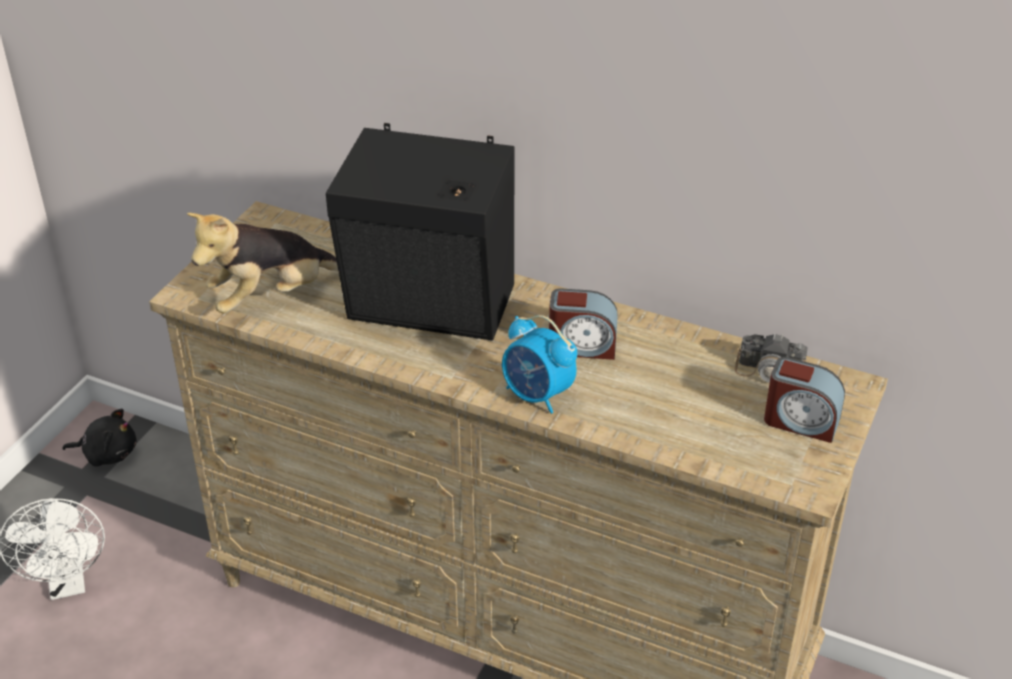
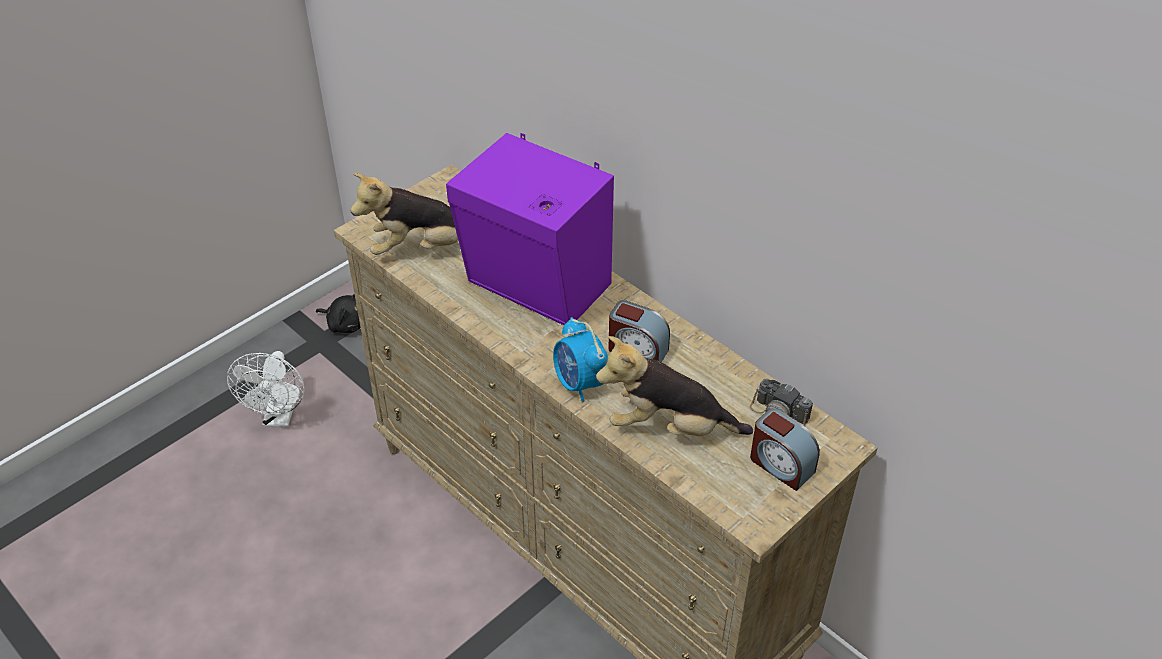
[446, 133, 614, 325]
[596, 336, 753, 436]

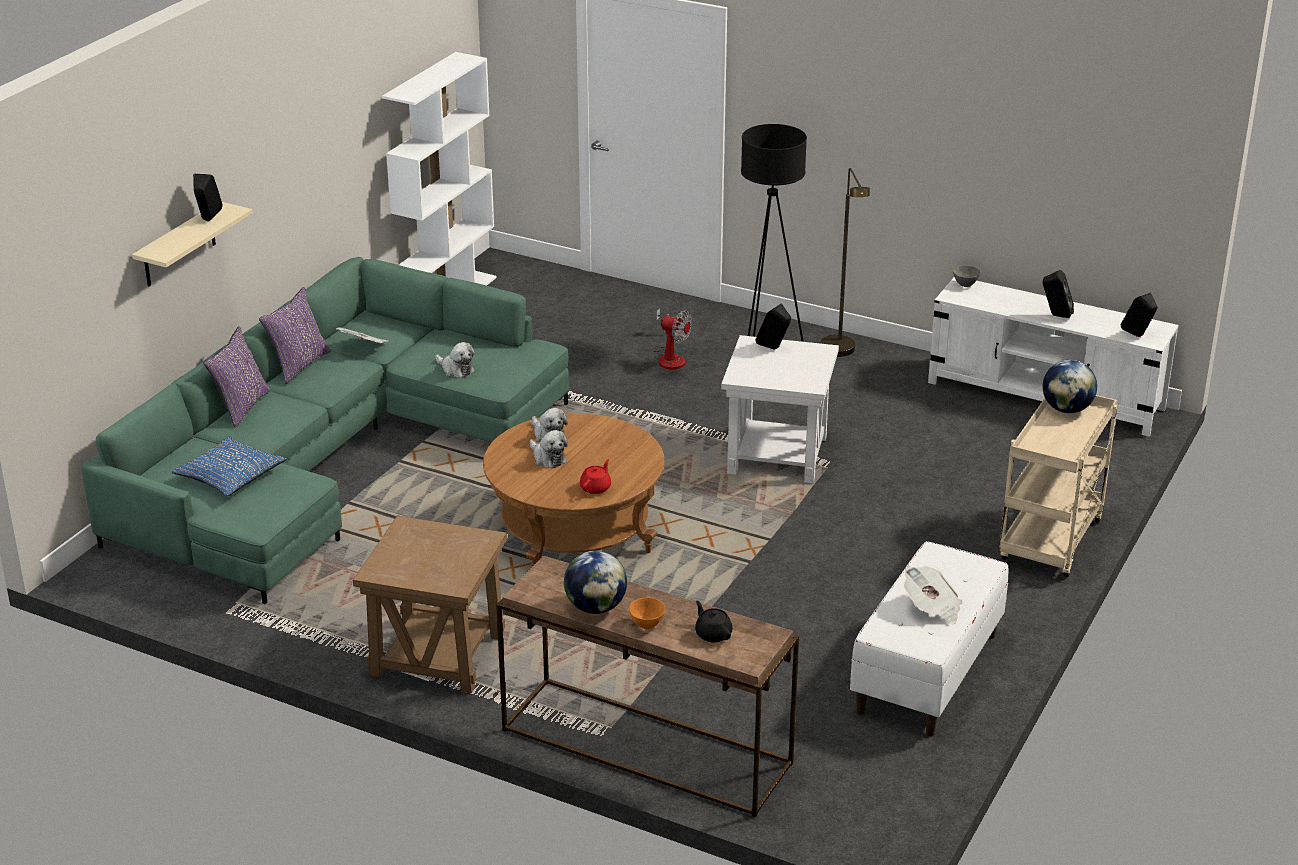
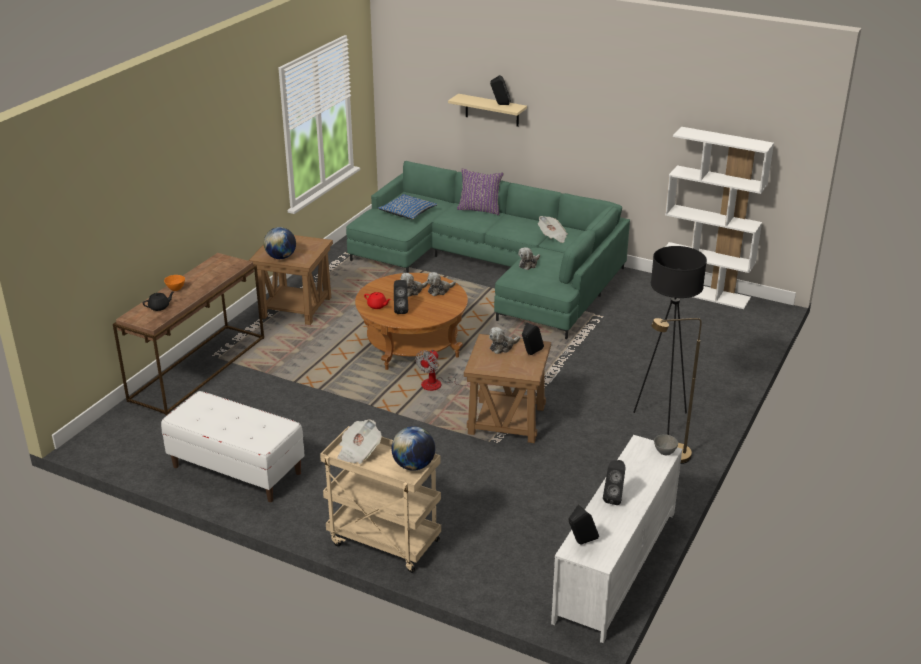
[259, 287, 331, 384] (first image)
[416, 350, 467, 391]
[464, 334, 551, 443]
[264, 227, 296, 259]
[337, 420, 382, 464]
[394, 280, 408, 314]
[489, 327, 520, 354]

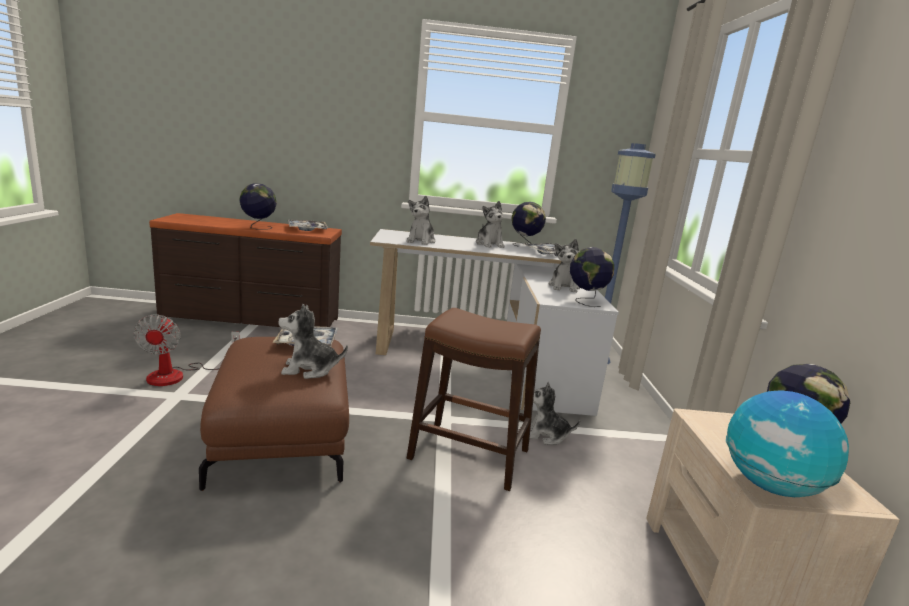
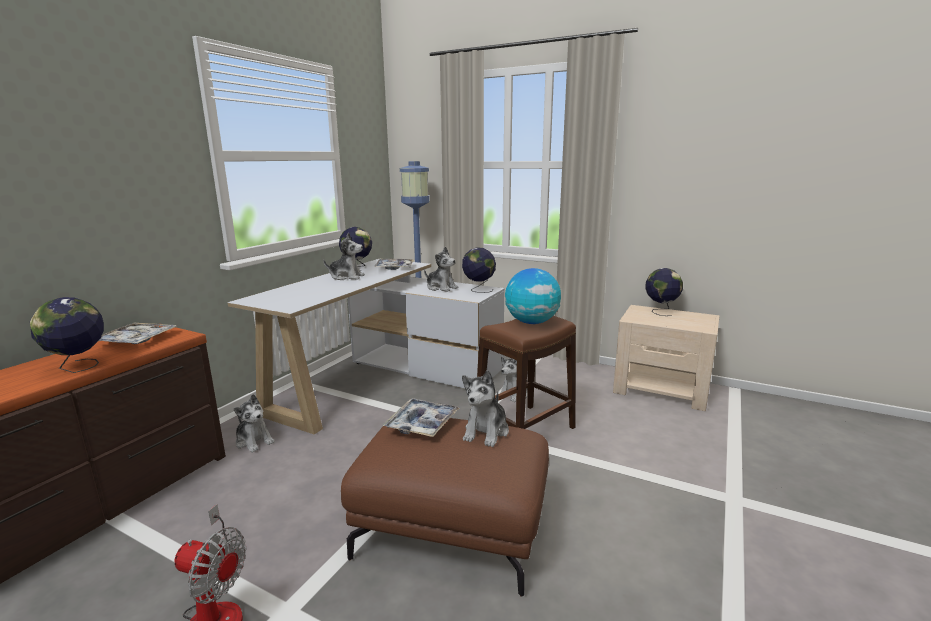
[234, 394, 275, 453]
[505, 268, 561, 324]

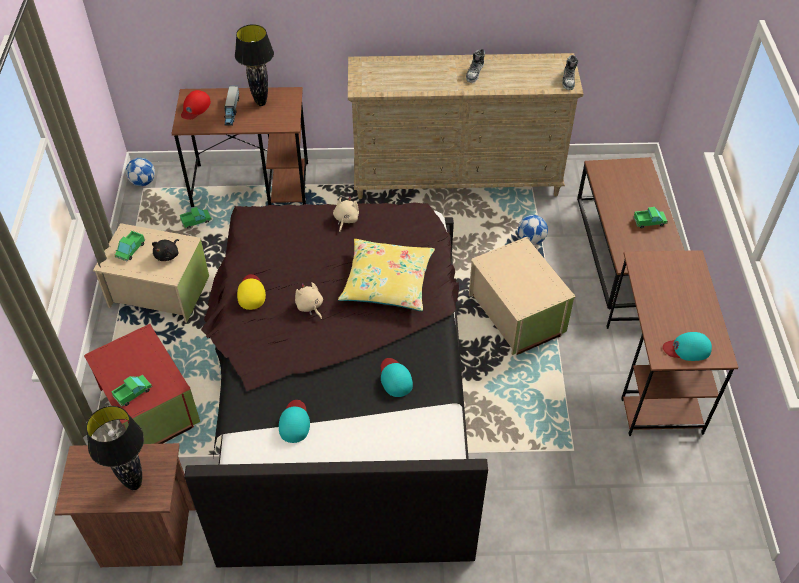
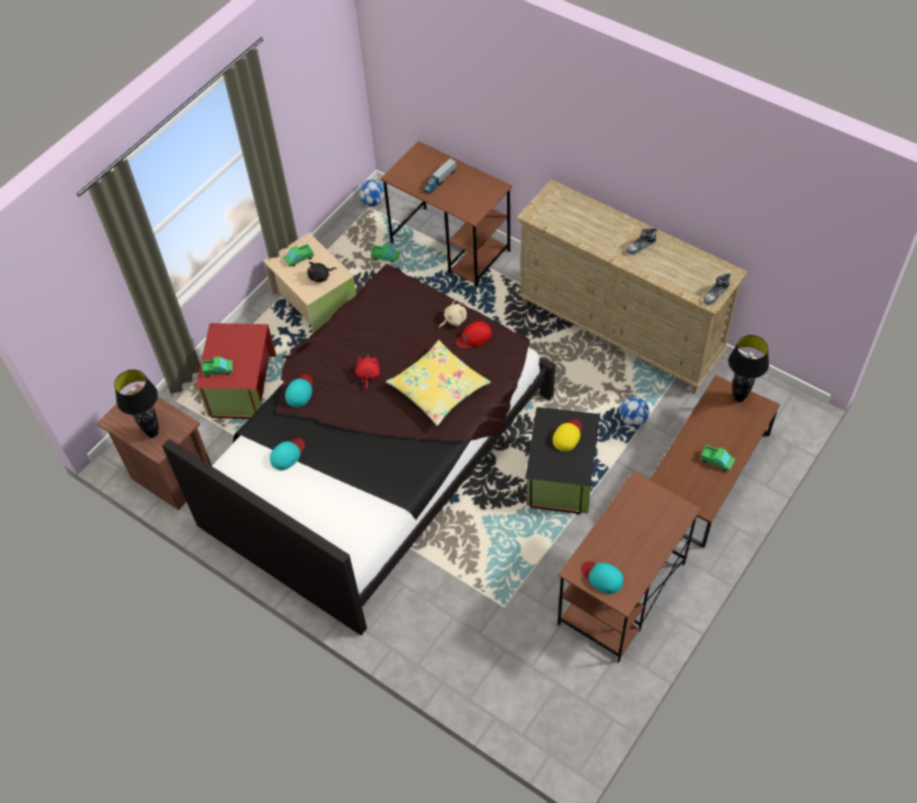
[728, 335, 769, 402]
[455, 321, 492, 348]
[525, 407, 599, 514]
[553, 419, 582, 451]
[355, 354, 380, 390]
[285, 374, 313, 407]

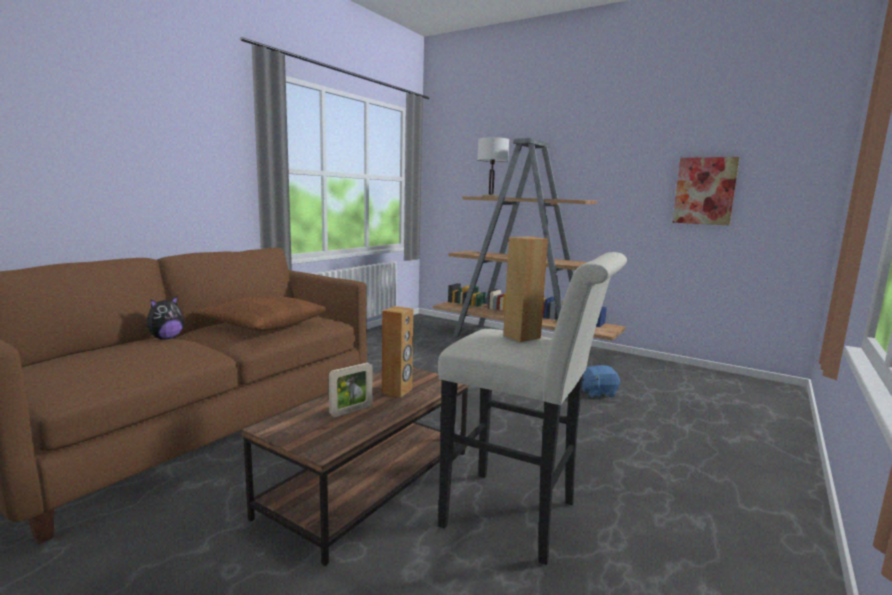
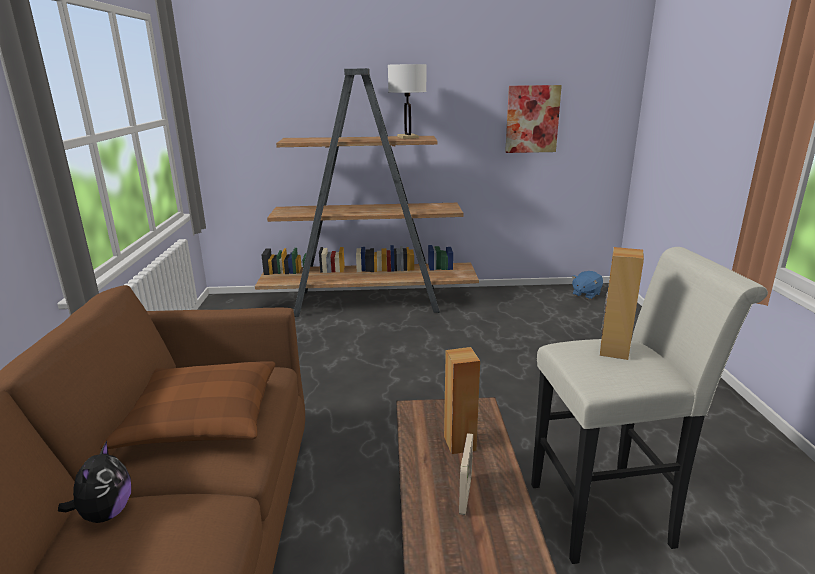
[388, 64, 426, 139]
[572, 271, 603, 299]

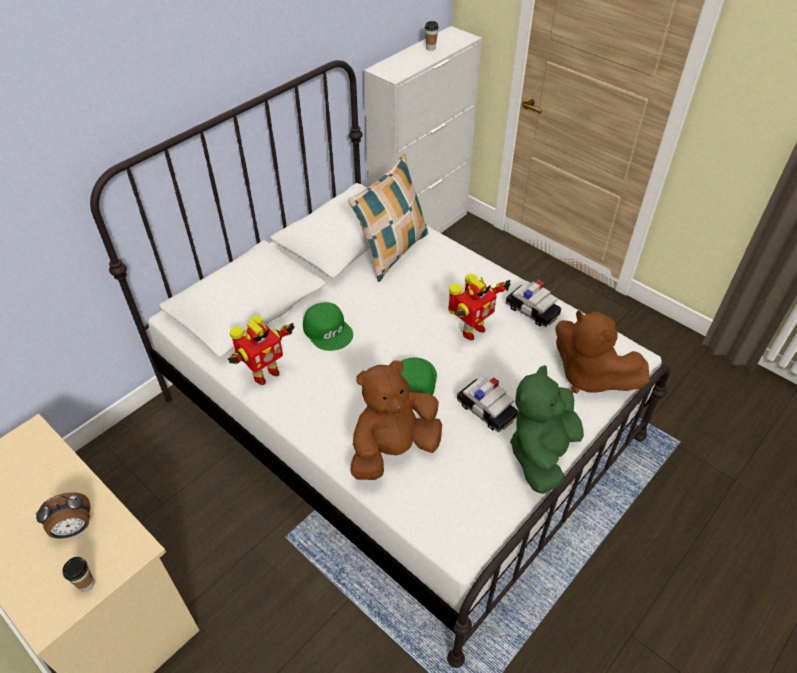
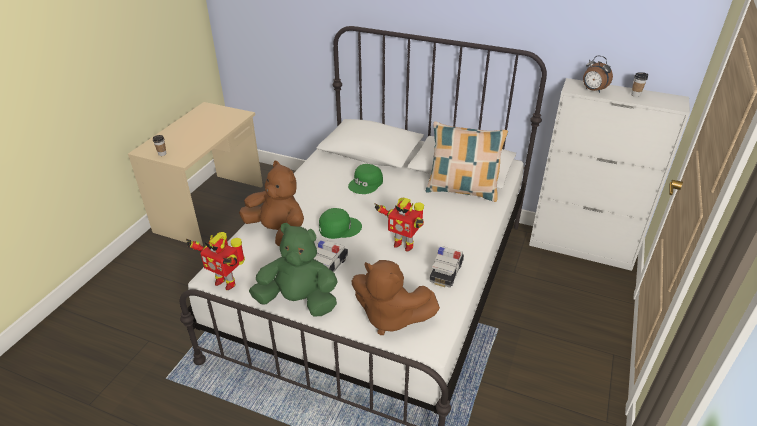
[352, 260, 440, 335]
[186, 232, 245, 290]
[583, 55, 613, 93]

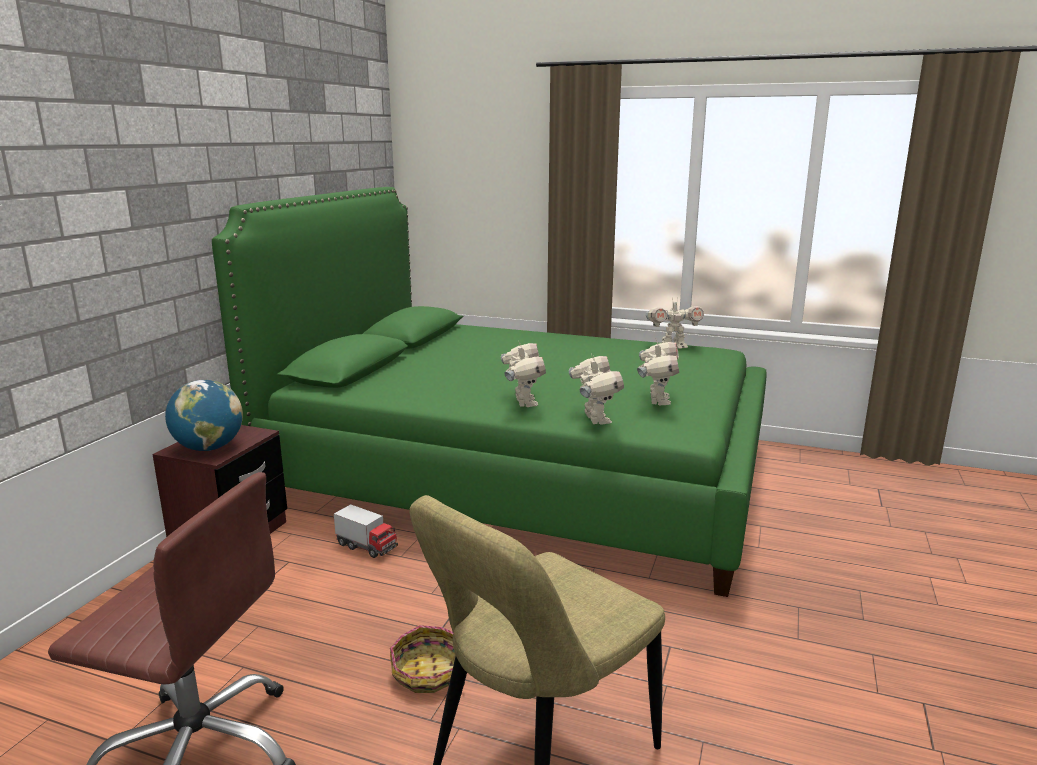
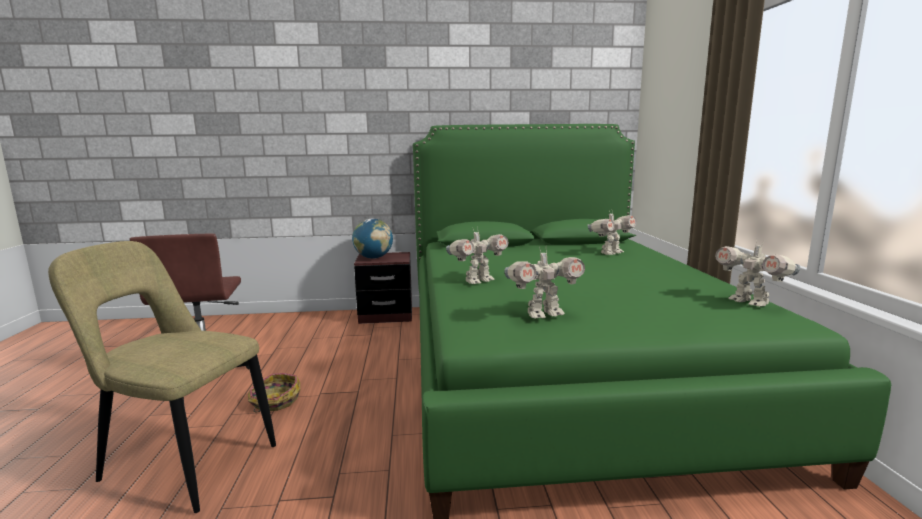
[588, 211, 637, 255]
[334, 504, 398, 558] (first image)

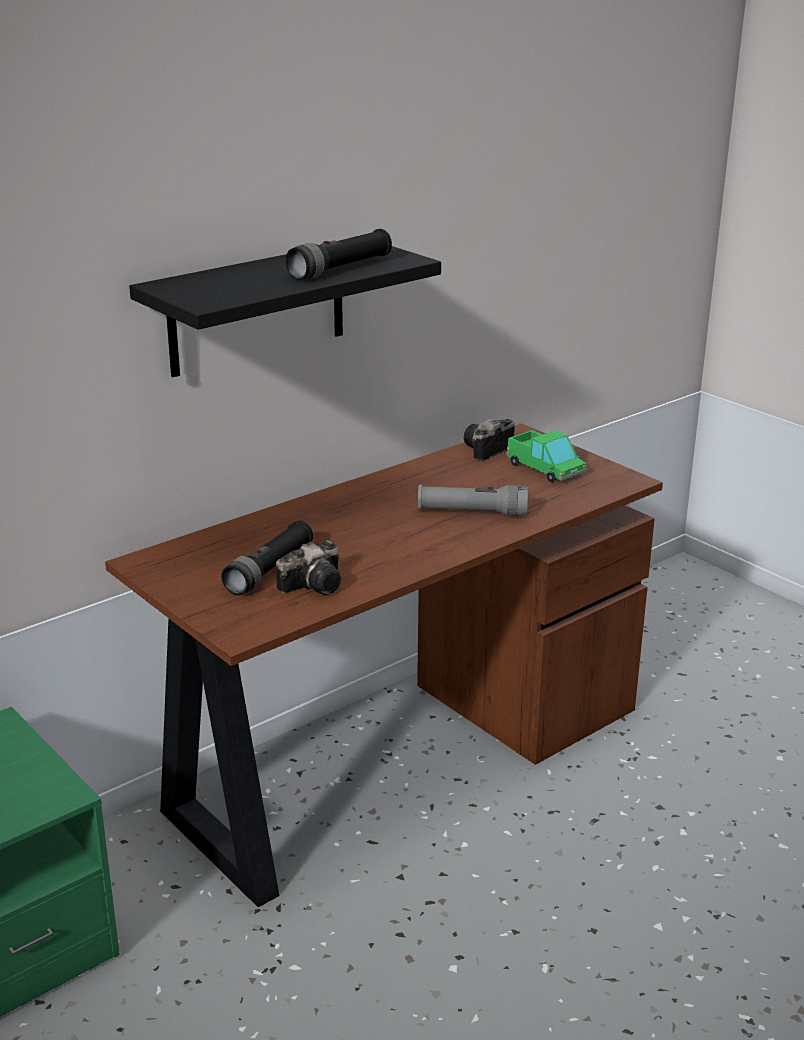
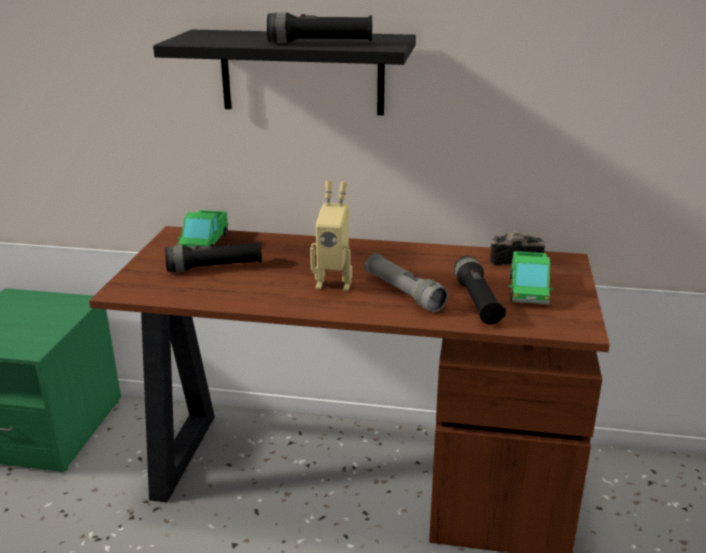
[276, 540, 341, 595] (first image)
[310, 181, 352, 291]
[177, 210, 229, 248]
[454, 256, 506, 325]

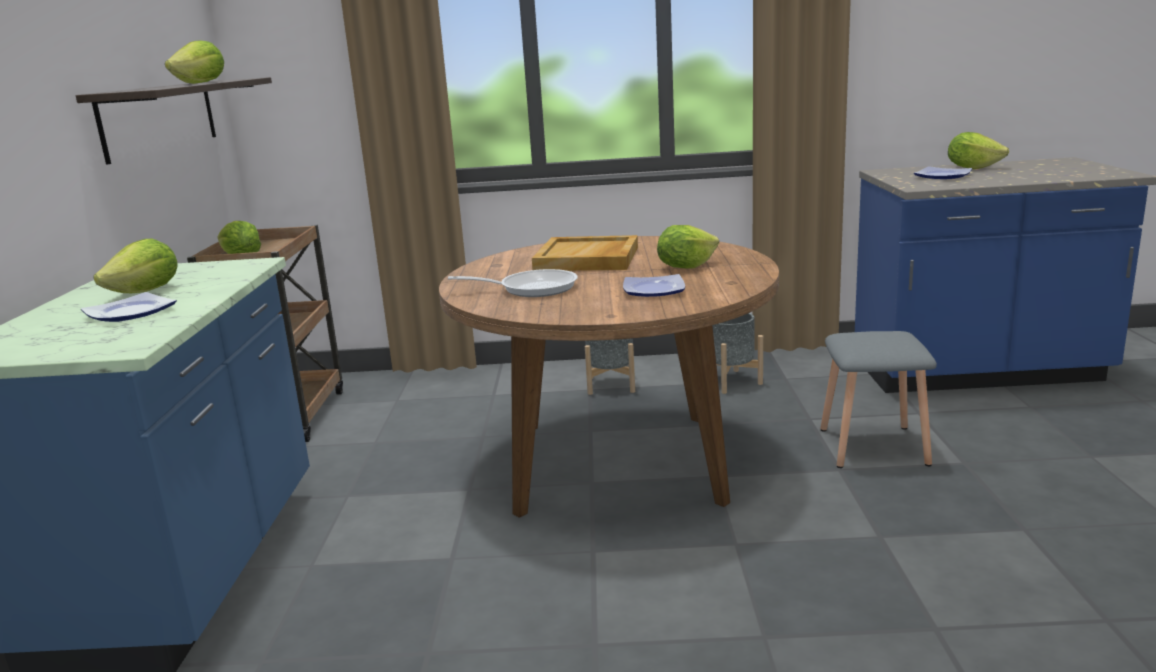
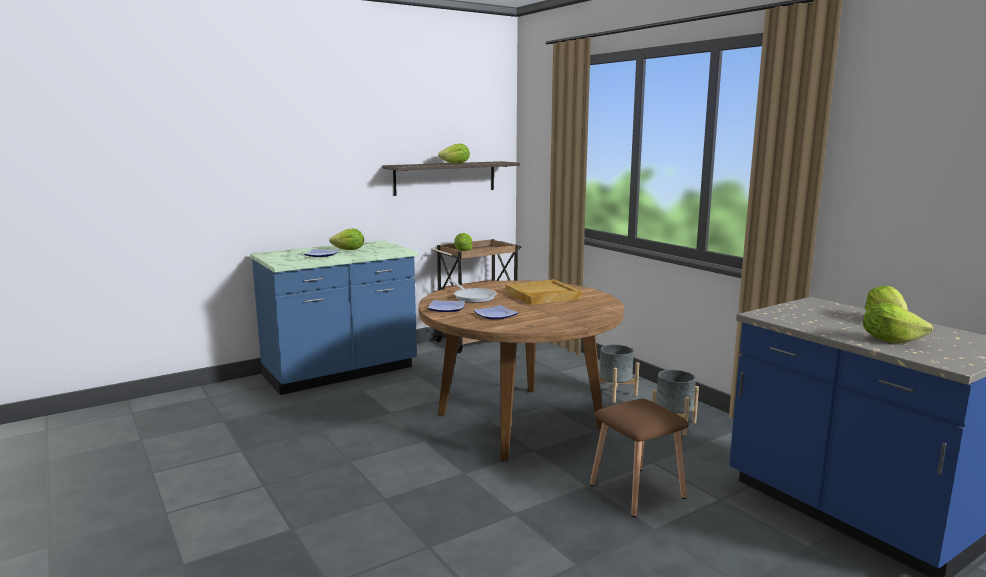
[428, 300, 465, 312]
[863, 303, 933, 343]
[590, 399, 689, 517]

